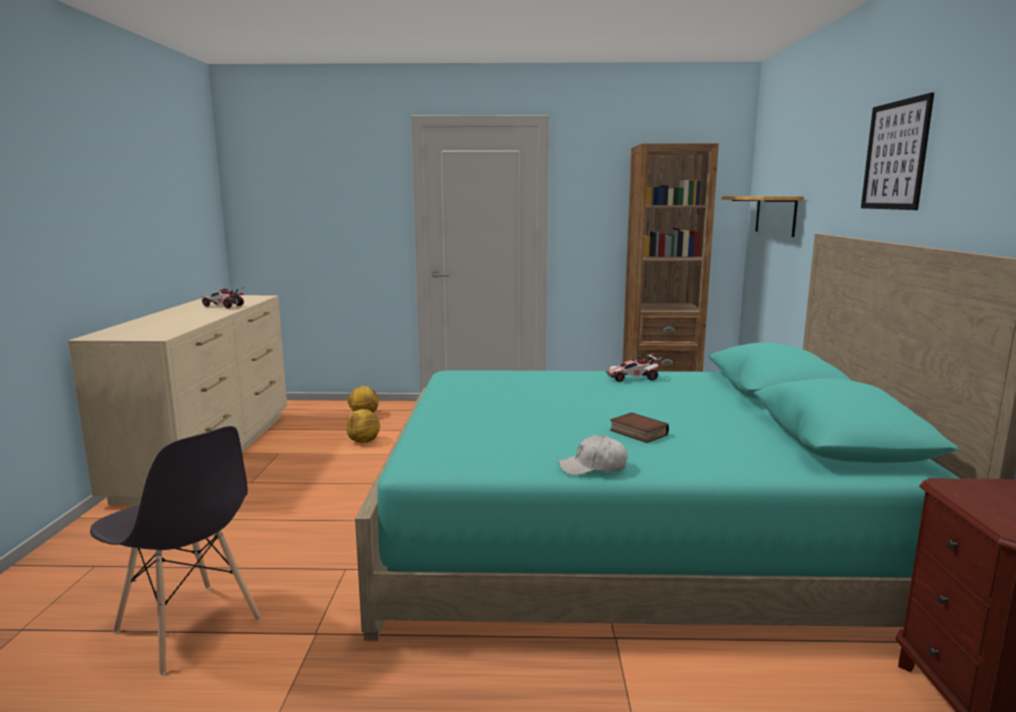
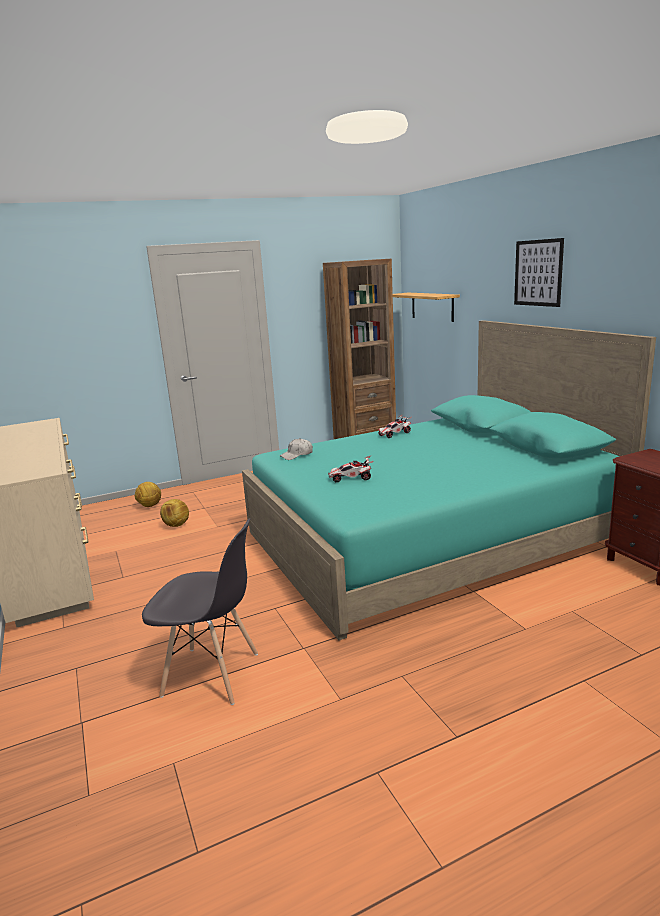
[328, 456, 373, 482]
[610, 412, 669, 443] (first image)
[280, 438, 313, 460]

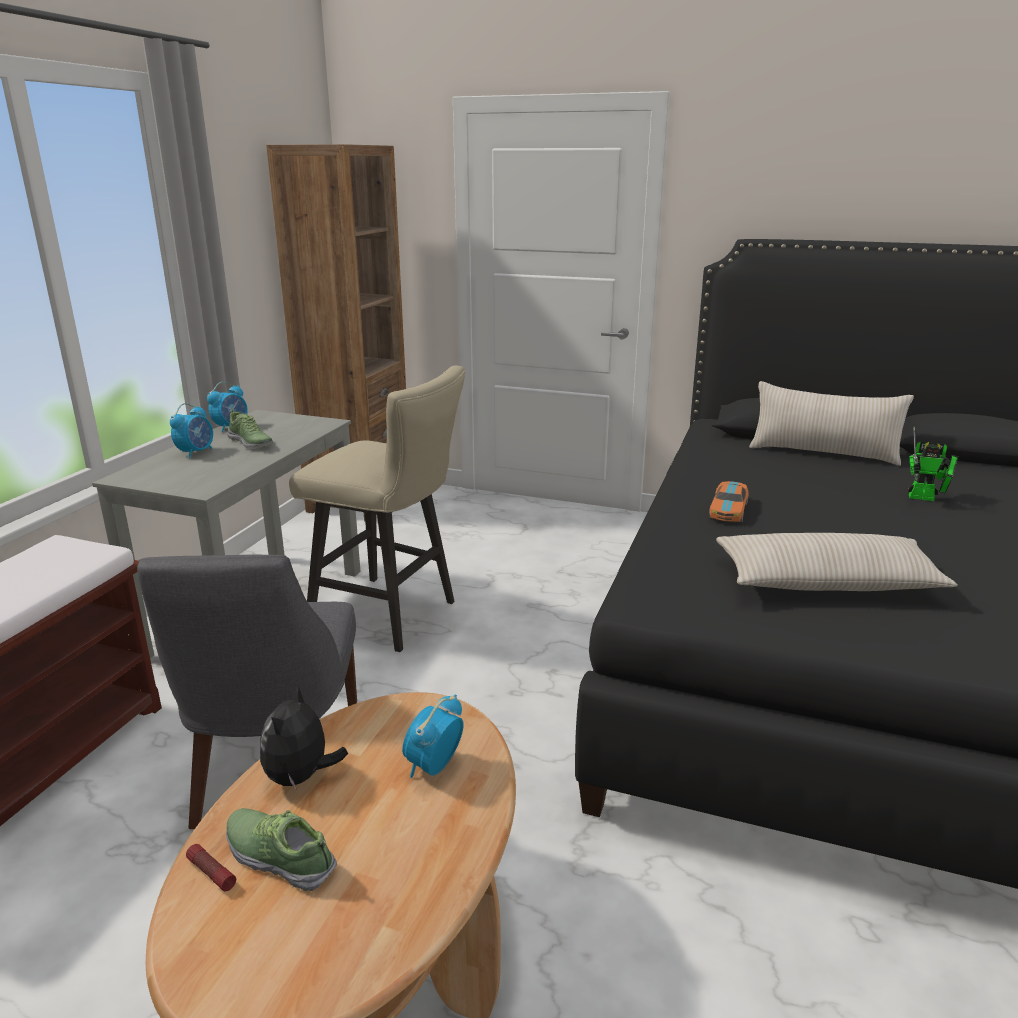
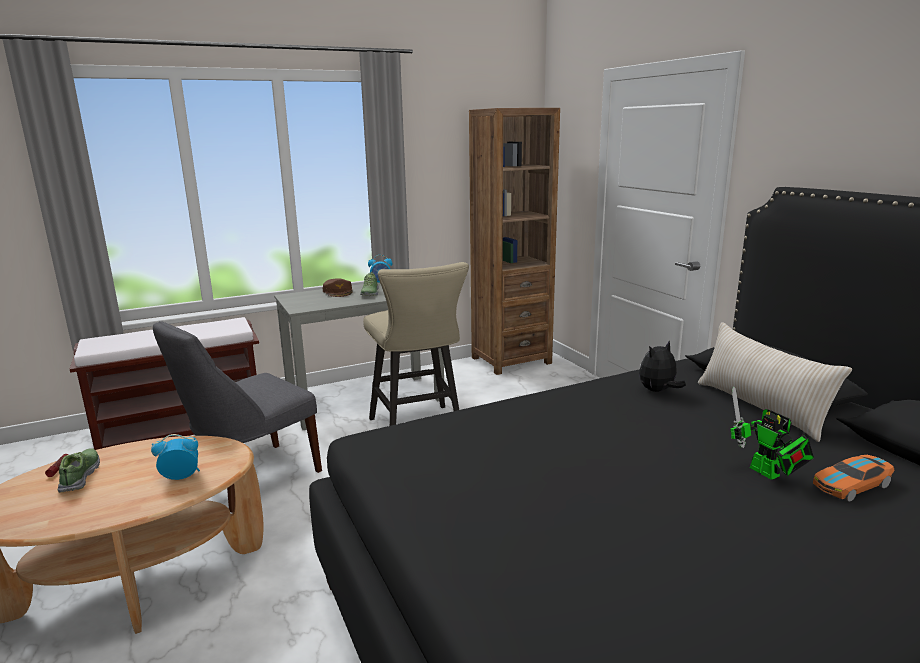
[322, 279, 353, 297]
[813, 455, 895, 502]
[716, 533, 958, 591] (first image)
[639, 341, 686, 392]

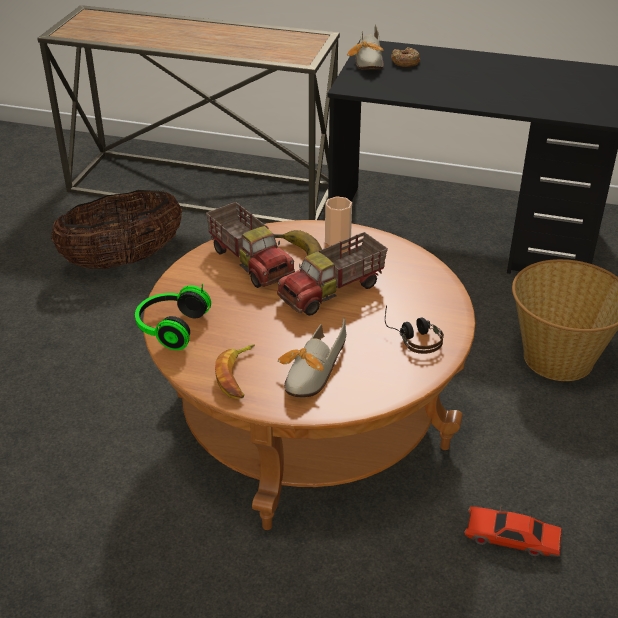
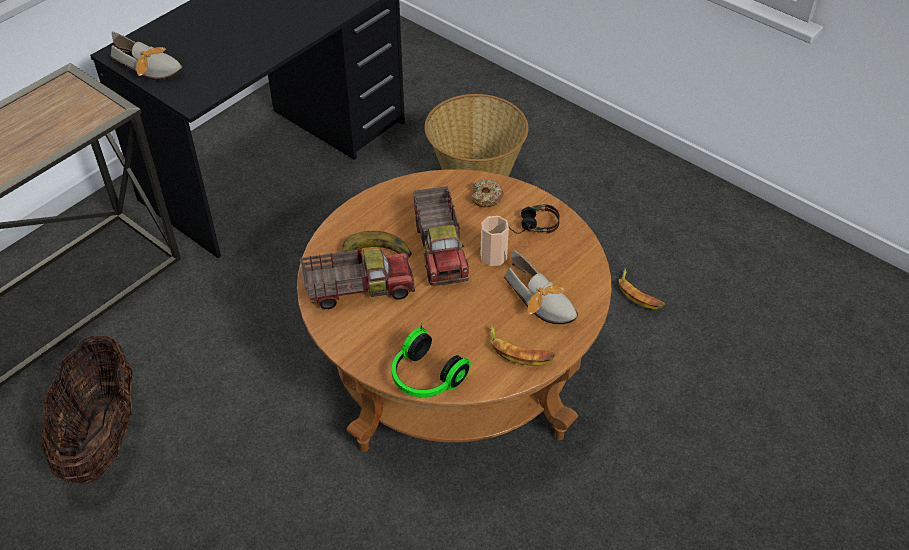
[471, 180, 504, 207]
[481, 216, 509, 266]
[619, 268, 665, 309]

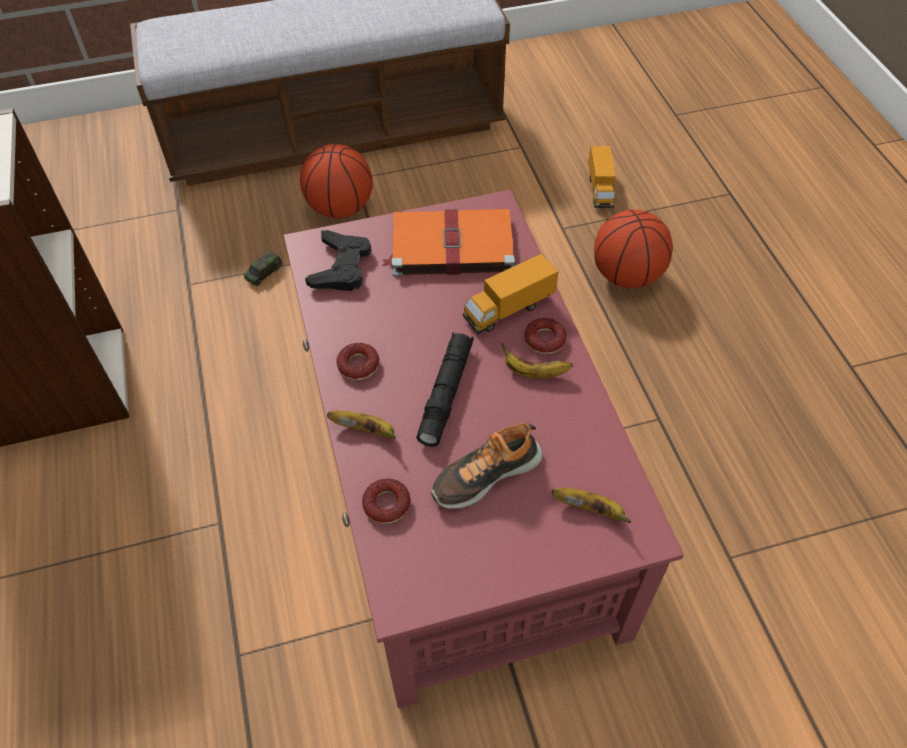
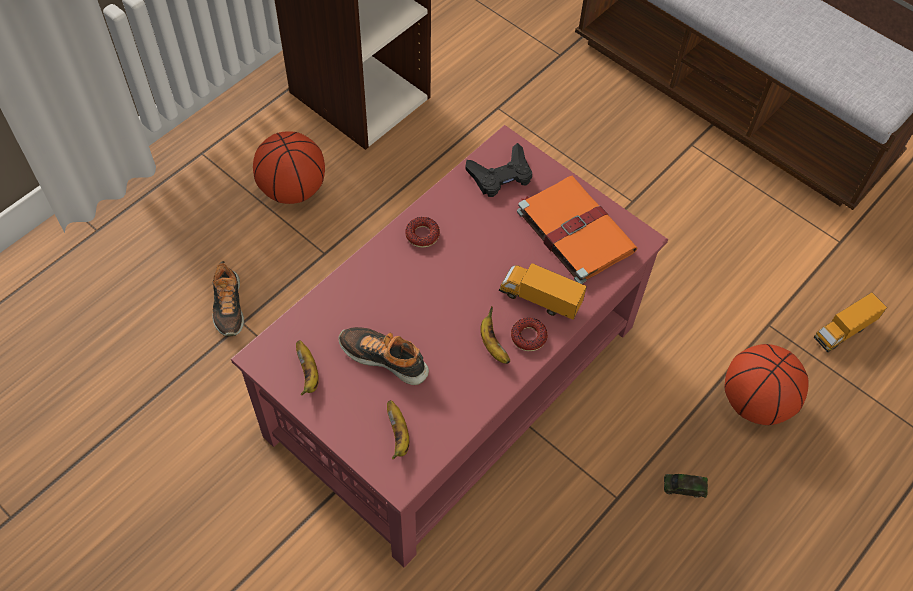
[253, 131, 325, 204]
[664, 474, 708, 498]
[416, 332, 474, 447] (first image)
[296, 340, 319, 395]
[362, 478, 411, 524] (first image)
[213, 261, 244, 336]

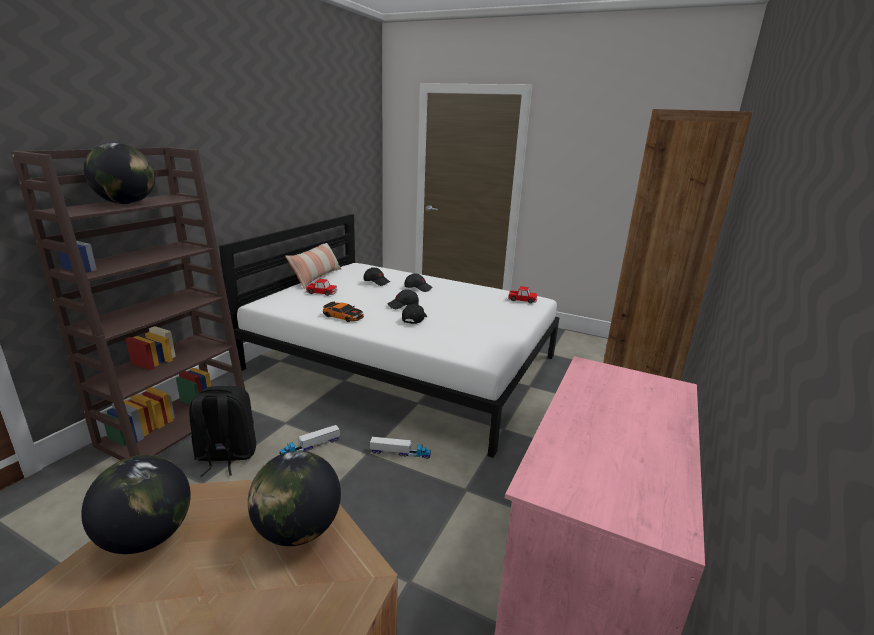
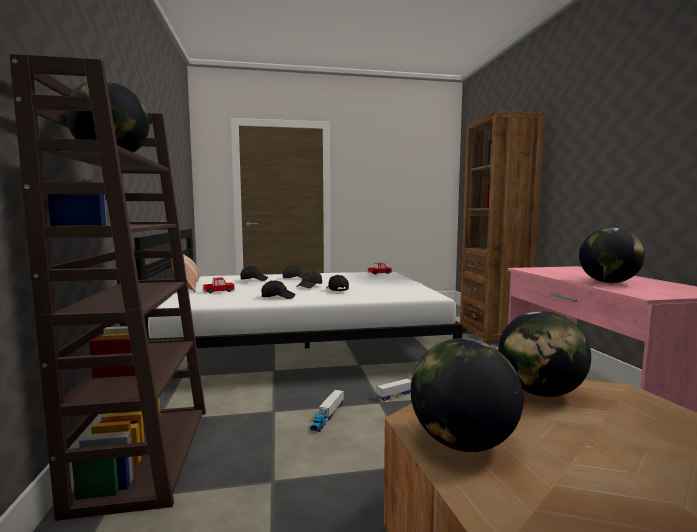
[261, 280, 296, 299]
[189, 386, 256, 477] (first image)
[579, 227, 645, 283]

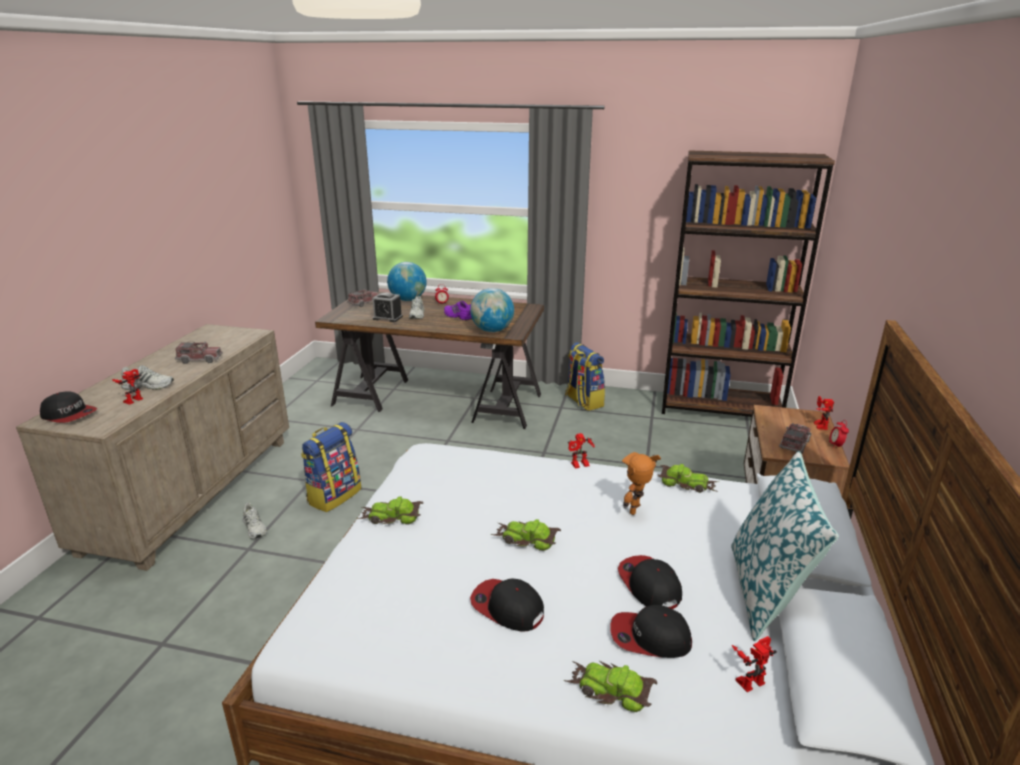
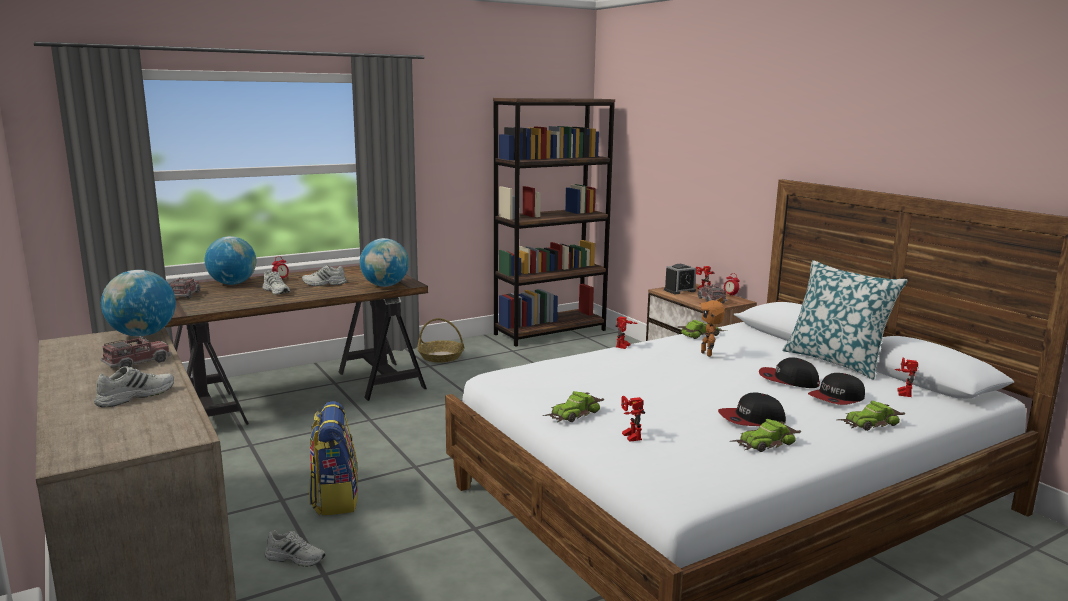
[664, 264, 696, 294]
[302, 265, 347, 286]
[417, 318, 465, 363]
[621, 396, 645, 442]
[40, 391, 97, 423] (first image)
[732, 419, 801, 452]
[101, 270, 176, 336]

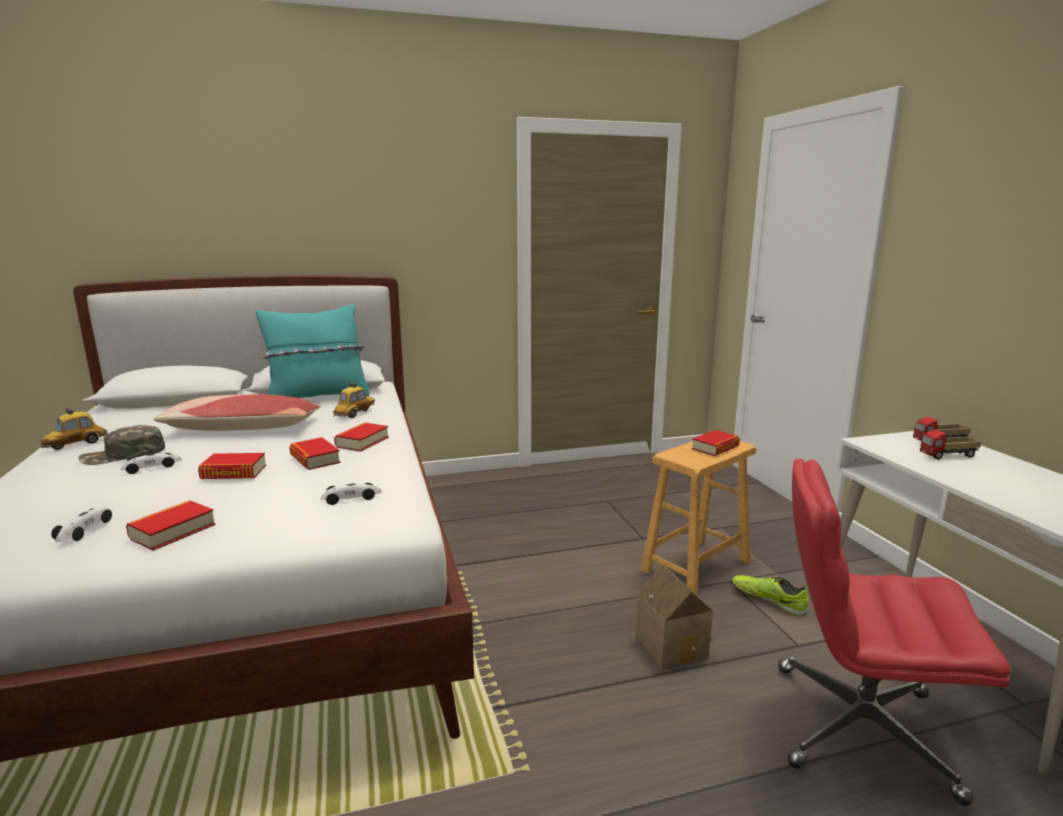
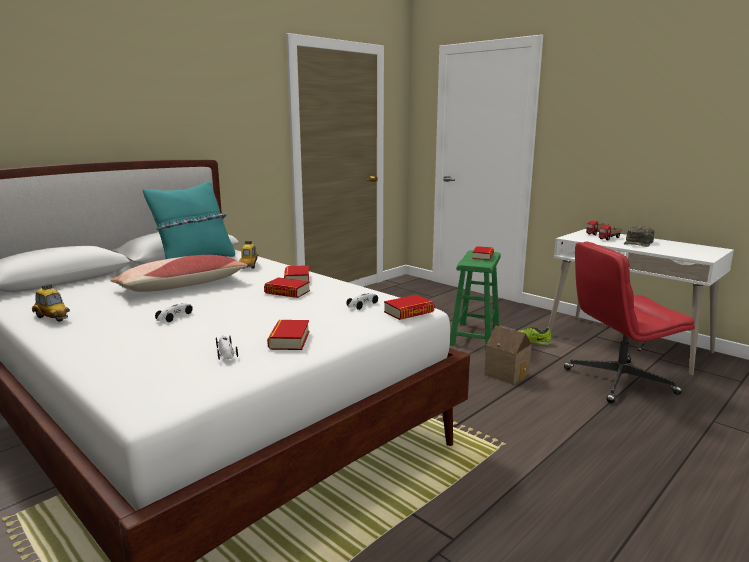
[32, 284, 70, 322]
[624, 226, 654, 247]
[450, 250, 501, 349]
[384, 295, 434, 320]

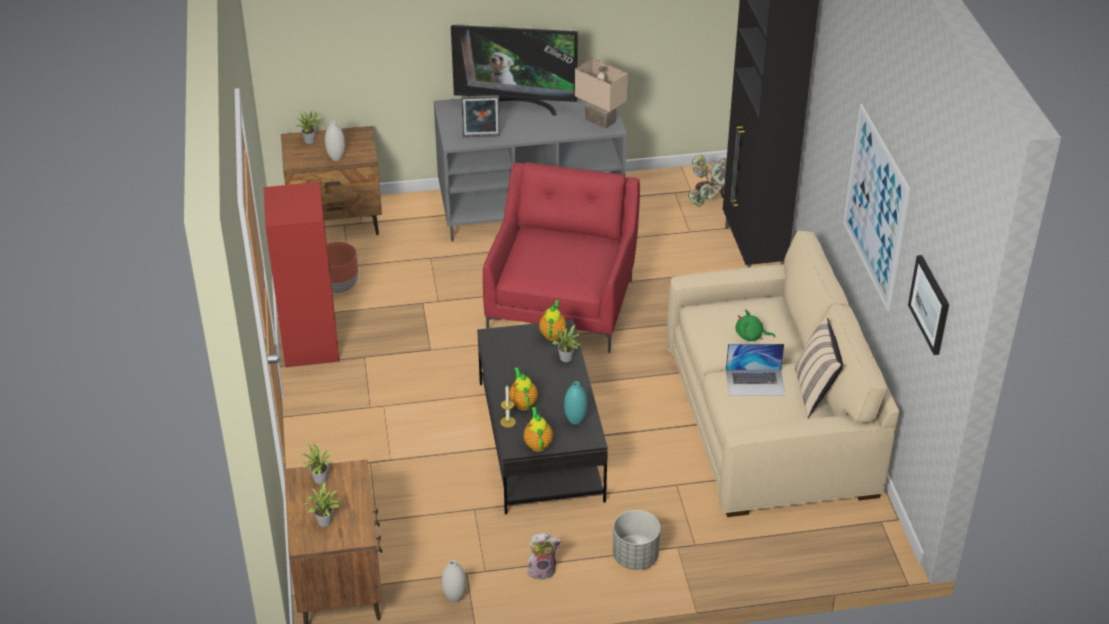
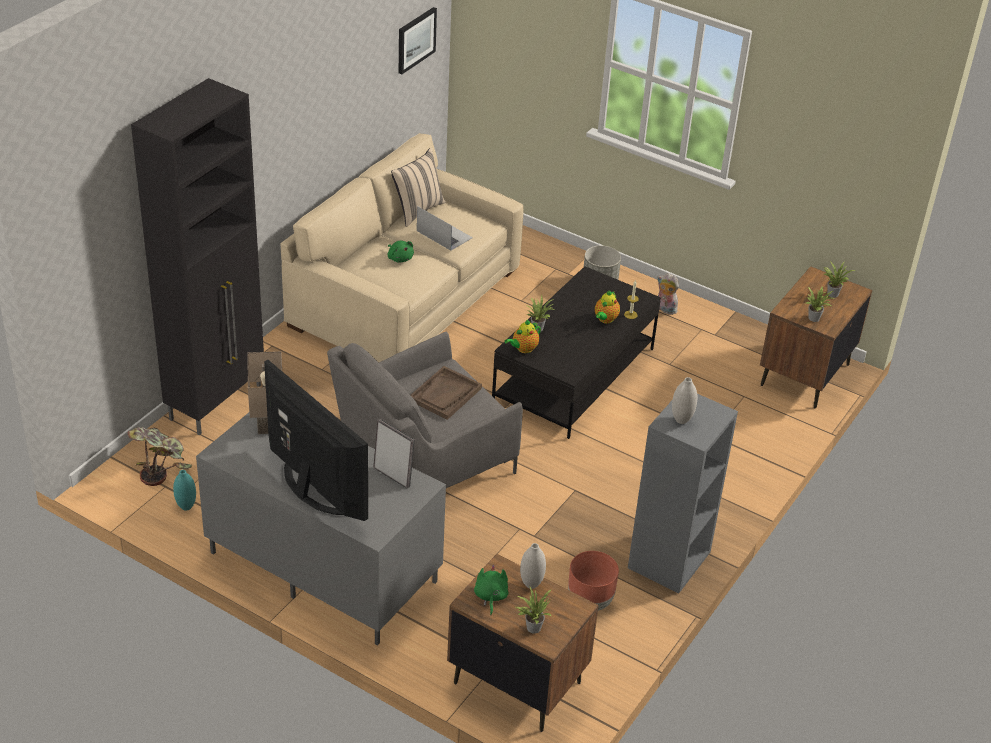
[843, 104, 911, 312] (first image)
[327, 332, 523, 488]
[628, 394, 738, 593]
[173, 470, 196, 511]
[524, 407, 553, 451] (first image)
[672, 377, 697, 424]
[410, 366, 482, 420]
[474, 565, 508, 615]

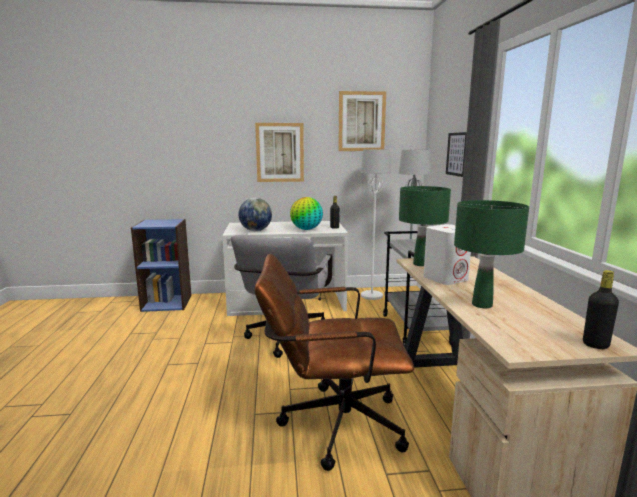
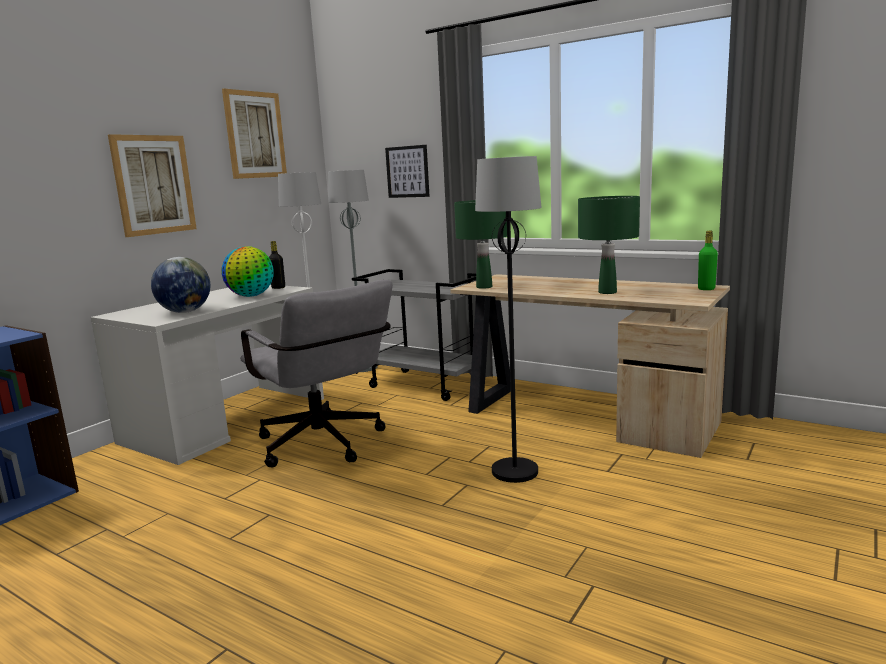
[423, 224, 471, 285] (first image)
[475, 156, 541, 483]
[698, 231, 718, 290]

